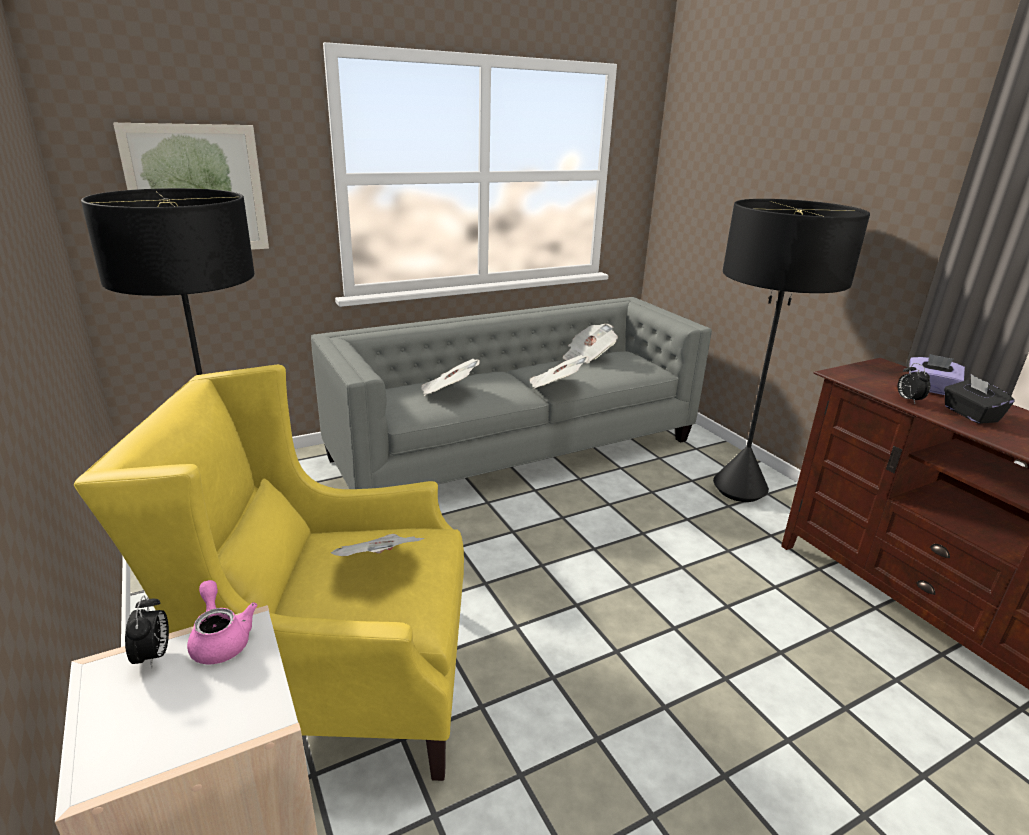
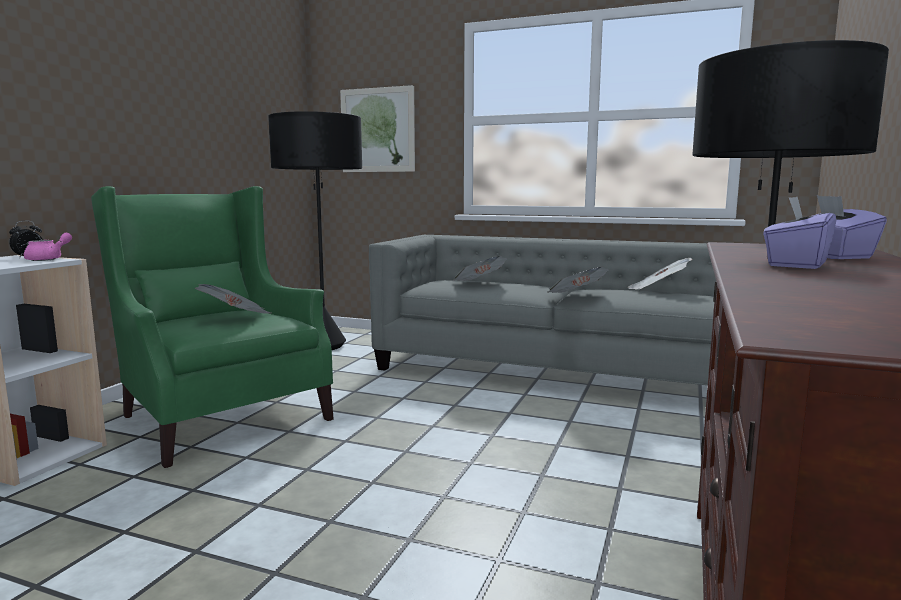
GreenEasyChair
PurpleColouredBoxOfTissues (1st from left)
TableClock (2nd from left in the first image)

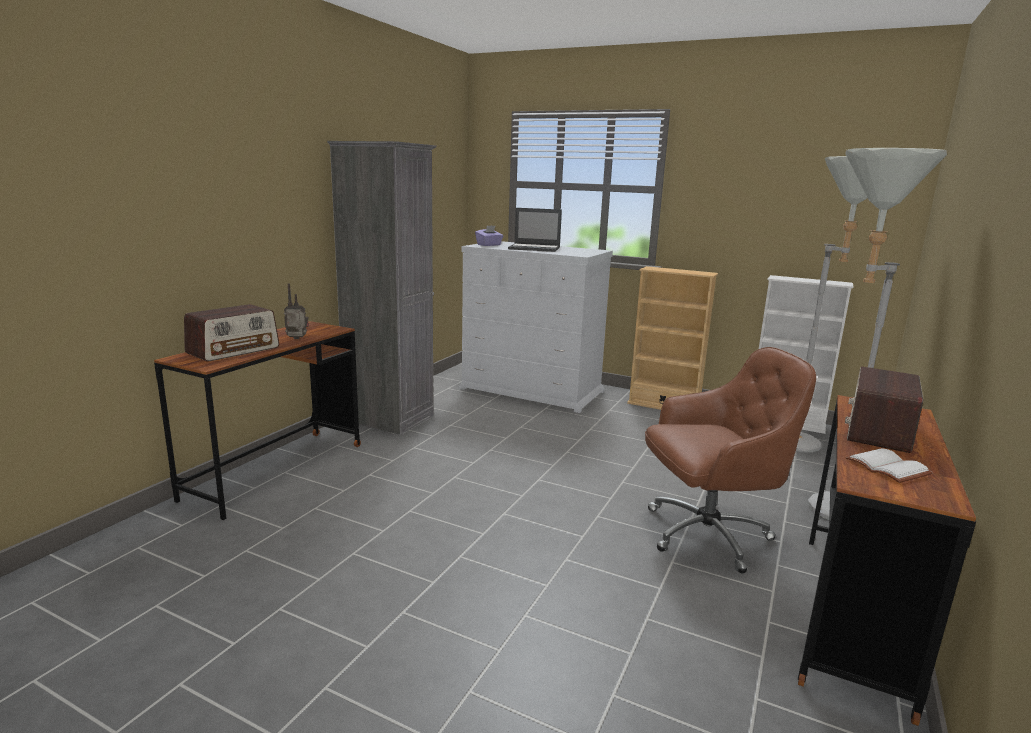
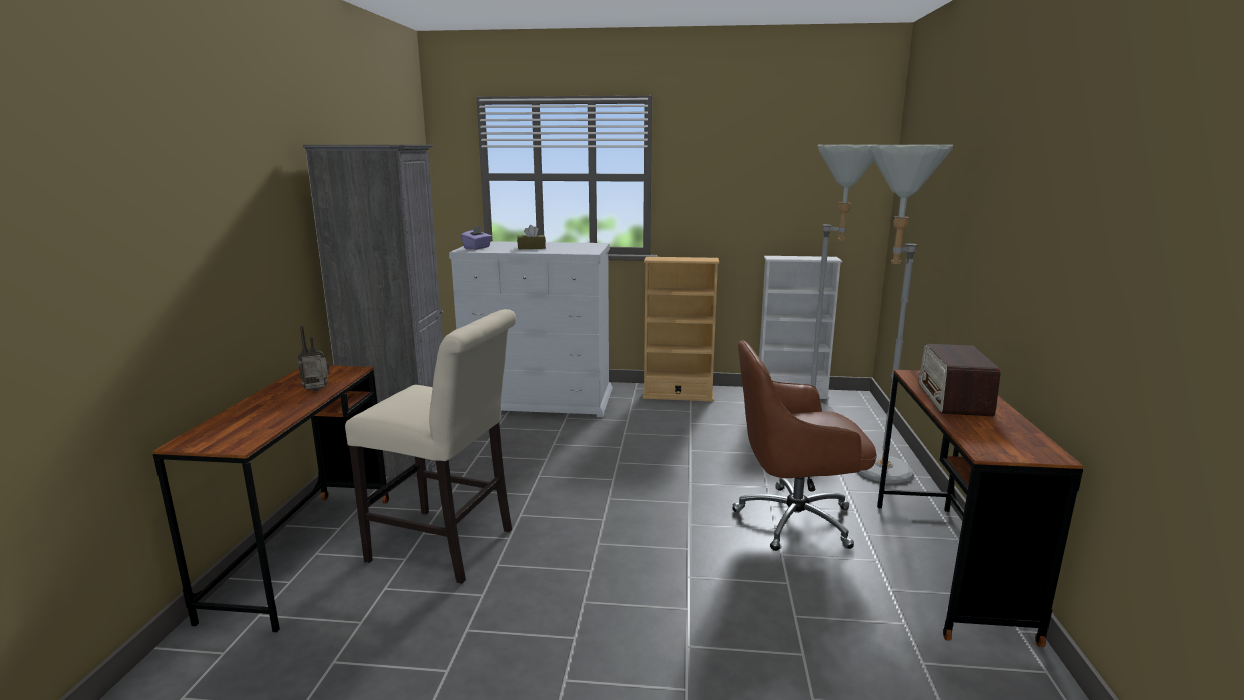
SandColouredStoolSeat
BrownBoxOfTissues
BrownComputerChair
RadioSet (1st from left in the first image)
WhitishBoundBook

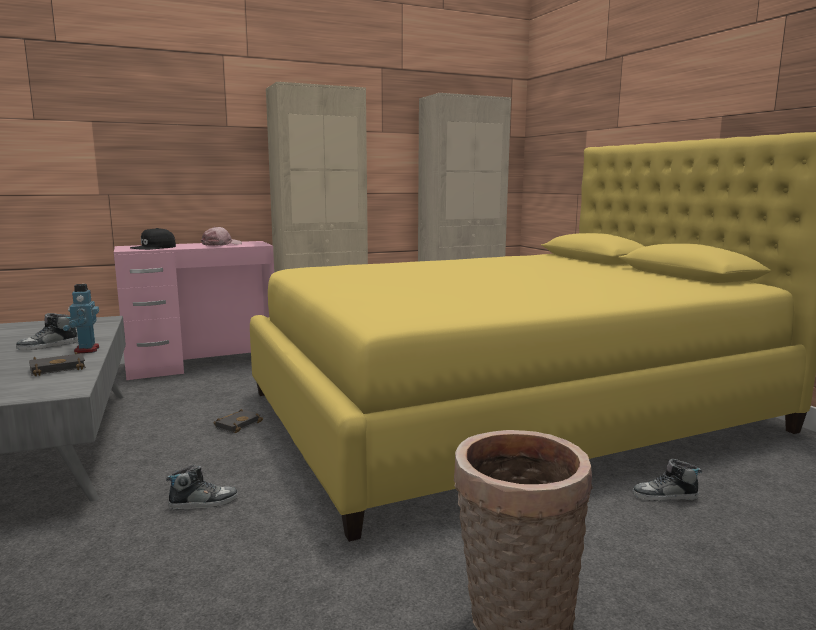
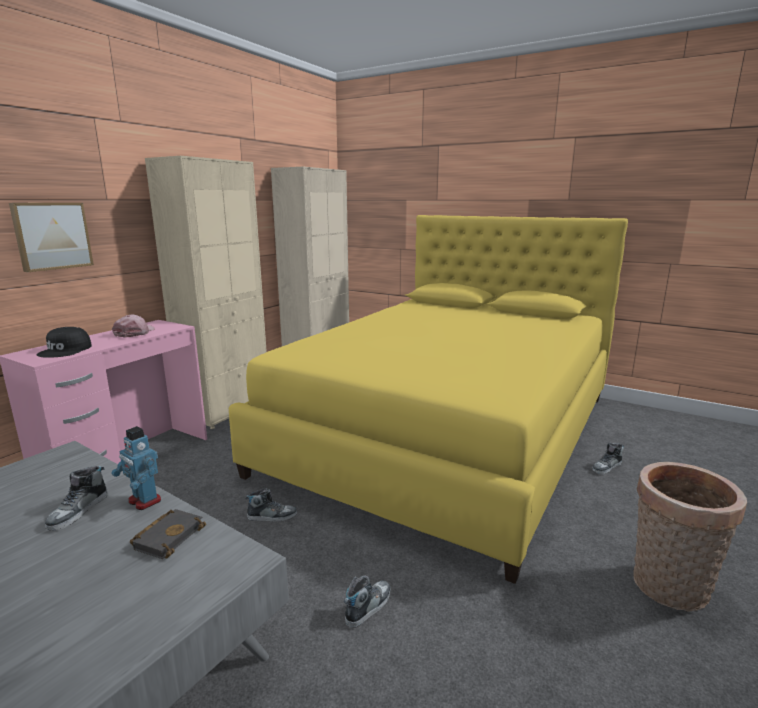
WallArt
LowShoe (2nd from left)

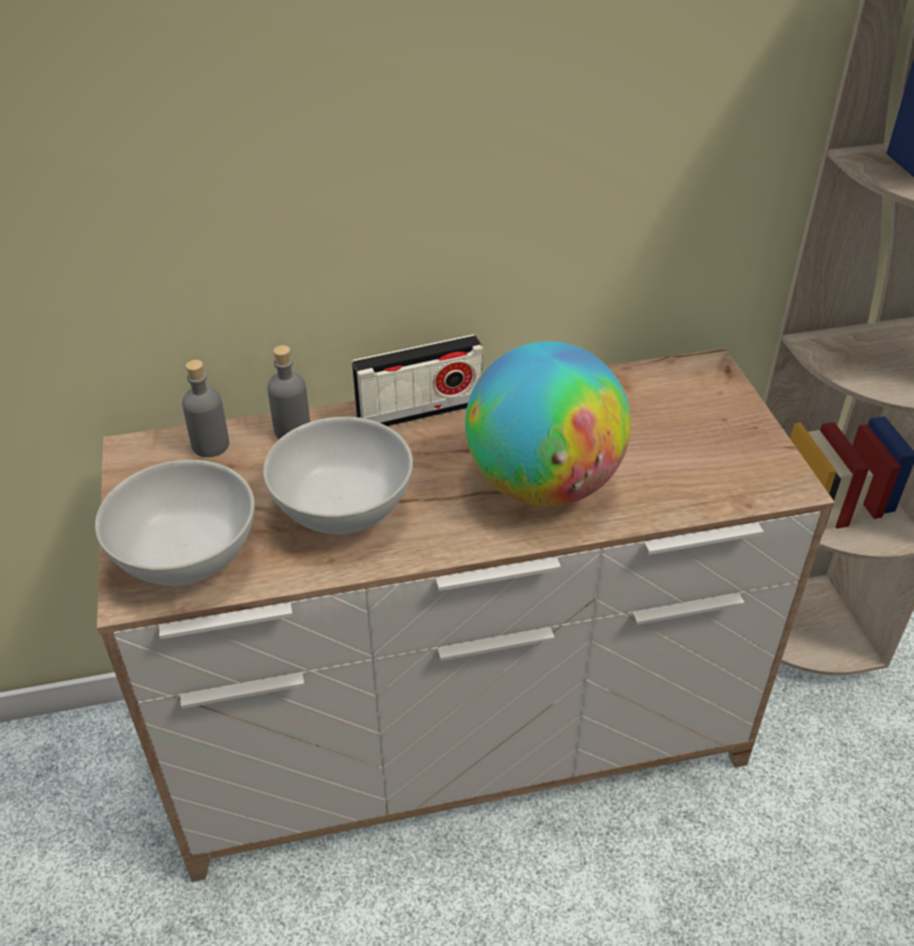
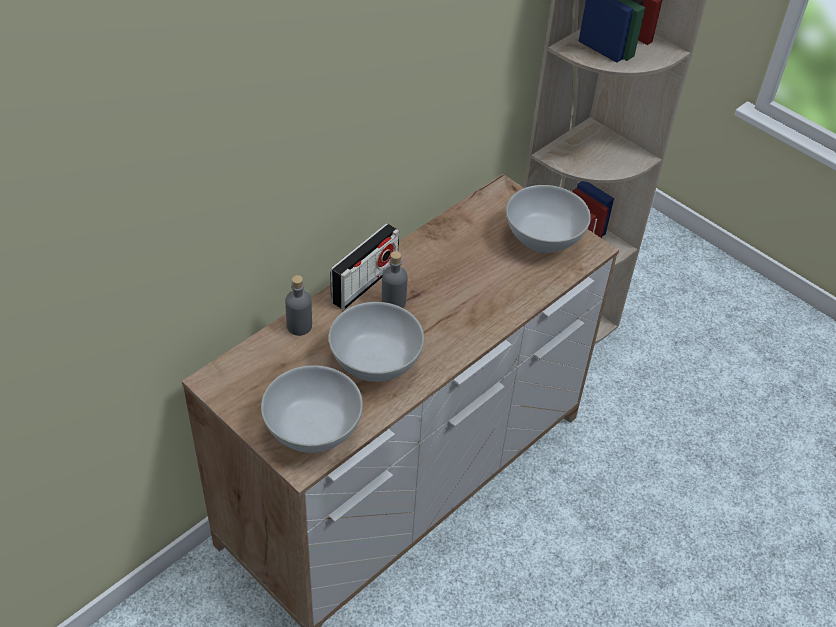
GreyBottle (2nd from left)
WhitishBowl (3rd from left)
Globe

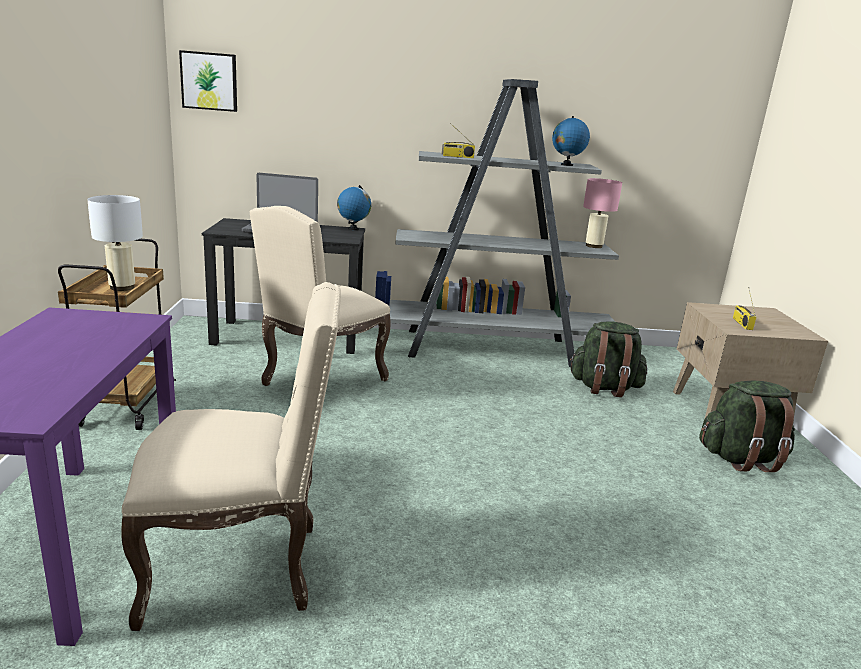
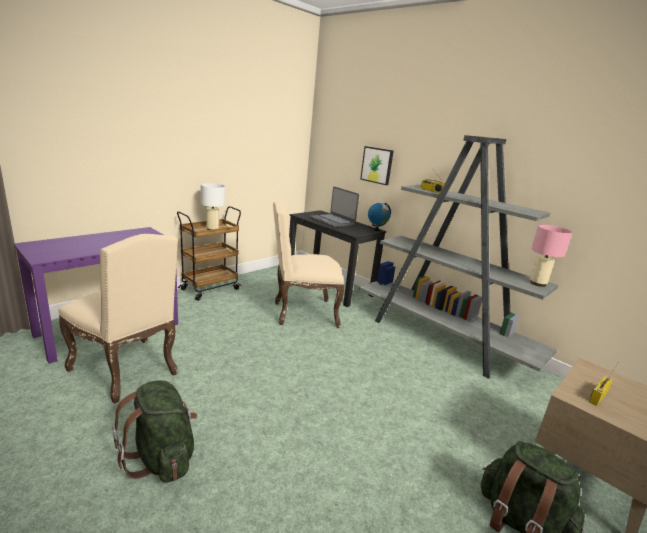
GreenRucksack (1st from left)
WallArt
Globe (2nd from left in the first image)

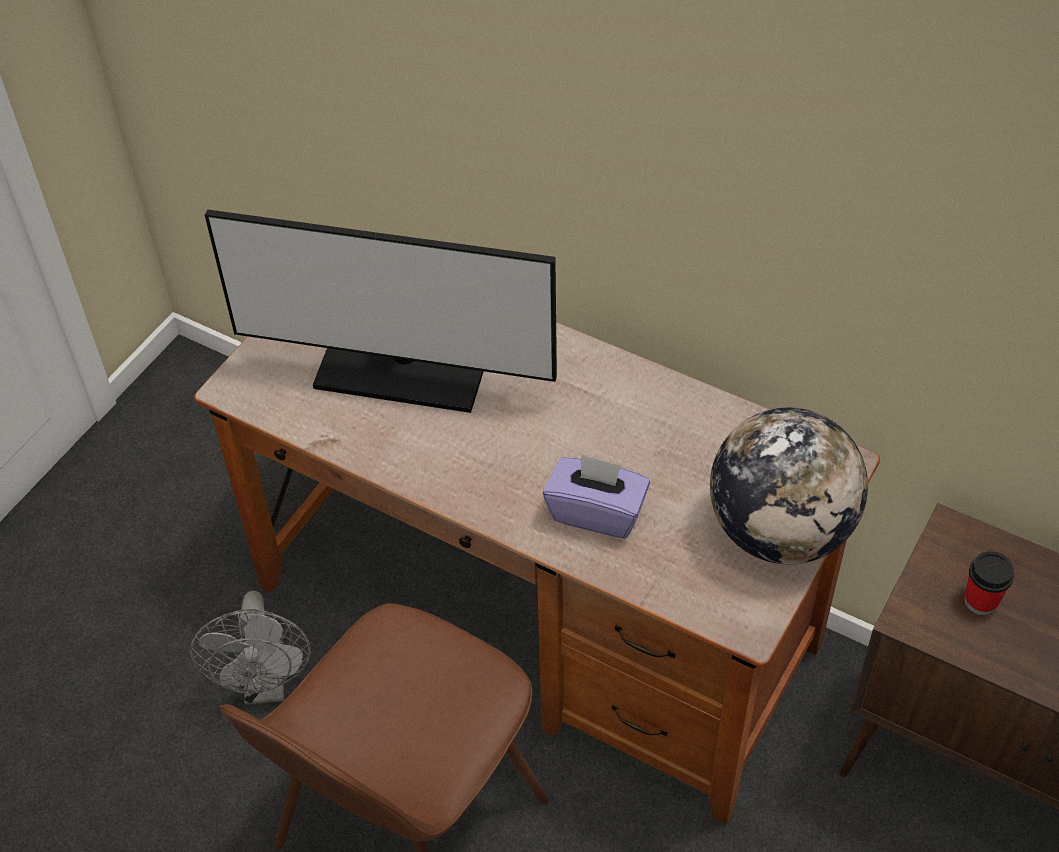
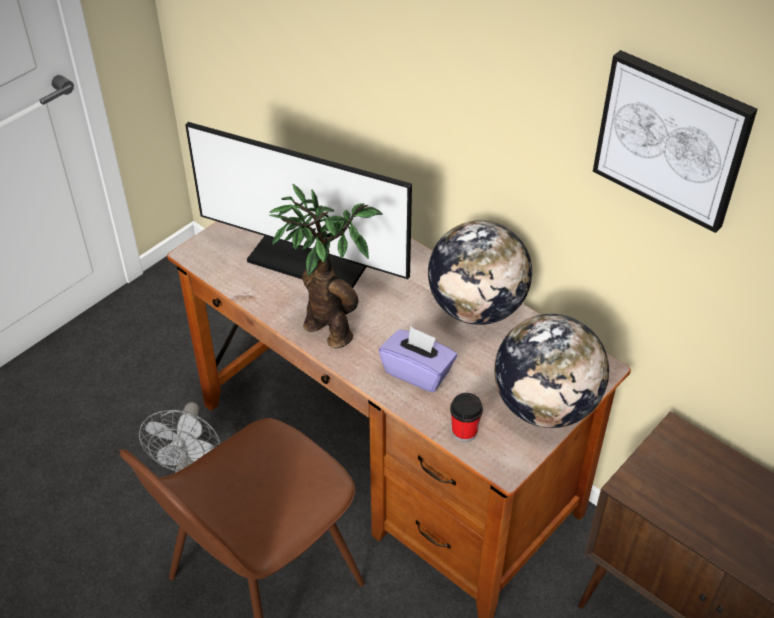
PlantInAPot
Globe (1st from left)
SmallCup
WallArt

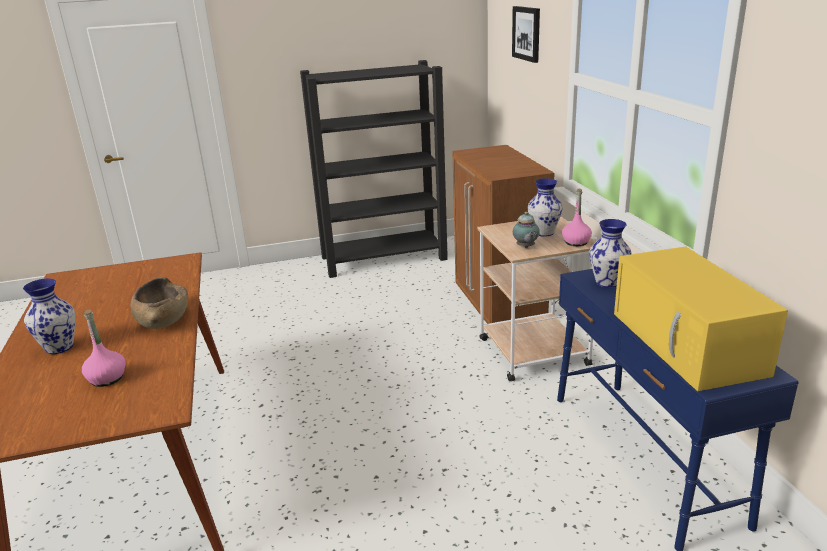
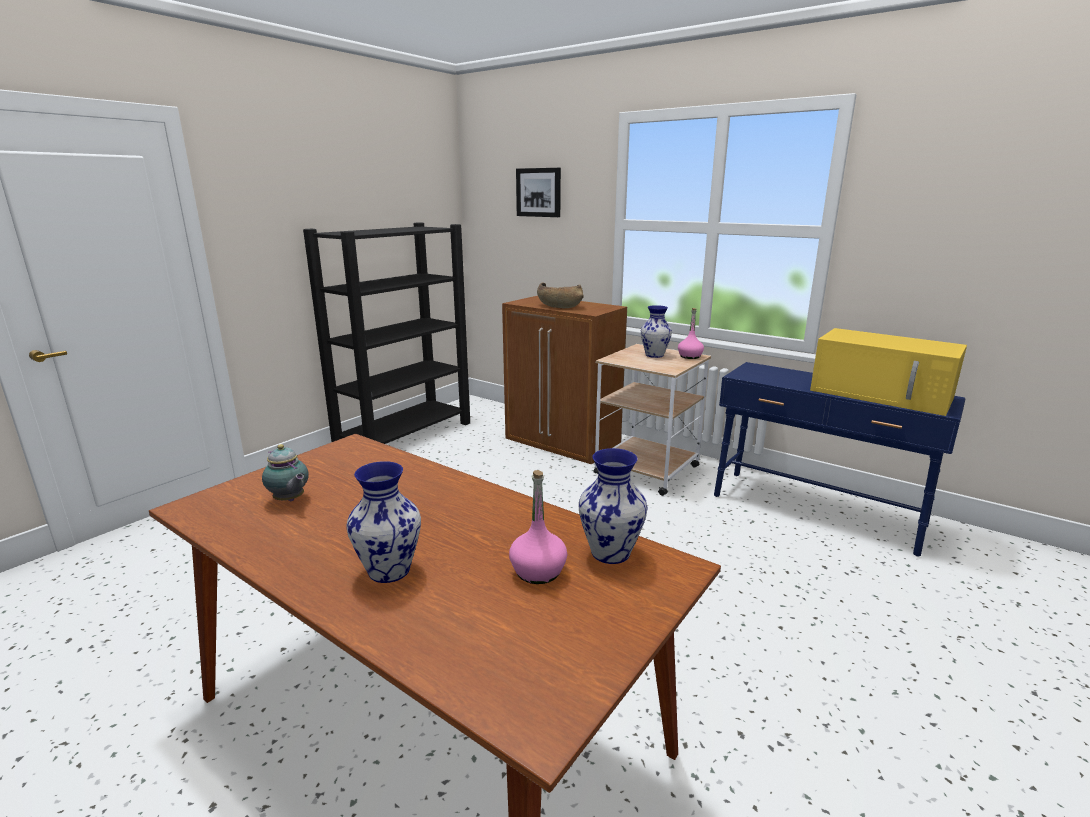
Teapot
BrownBowl
DecorativeVase (2nd from left)

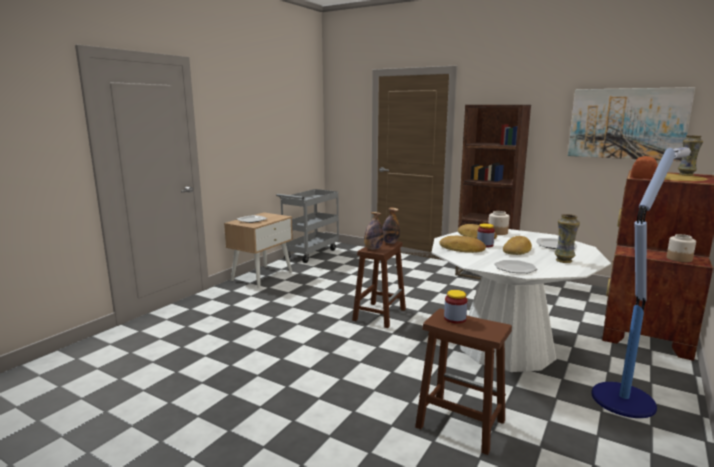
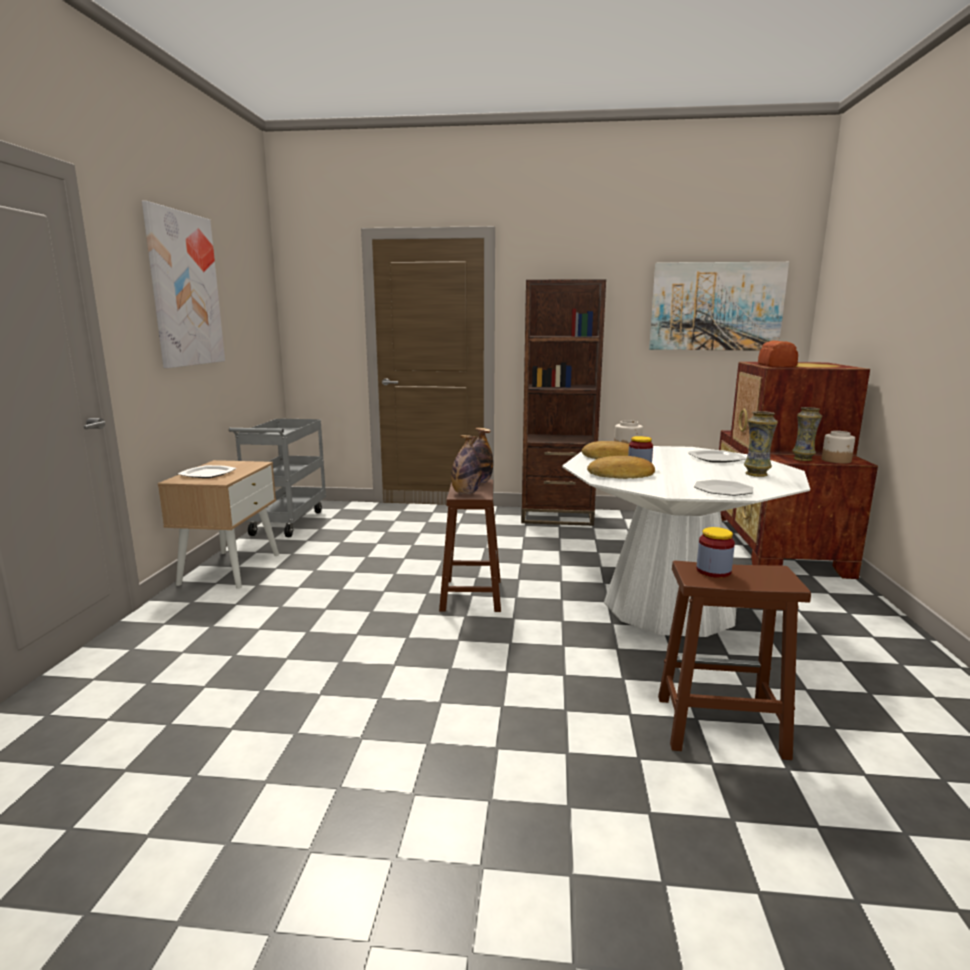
WallArt (1st from left)
DecorativeVase (2nd from left)
BakeryBread (3rd from left in the first image)
StandingLamp

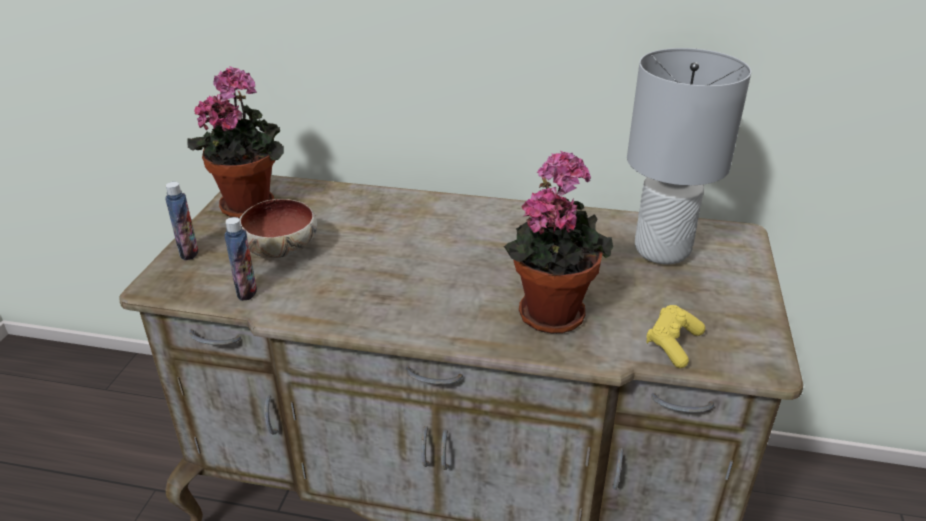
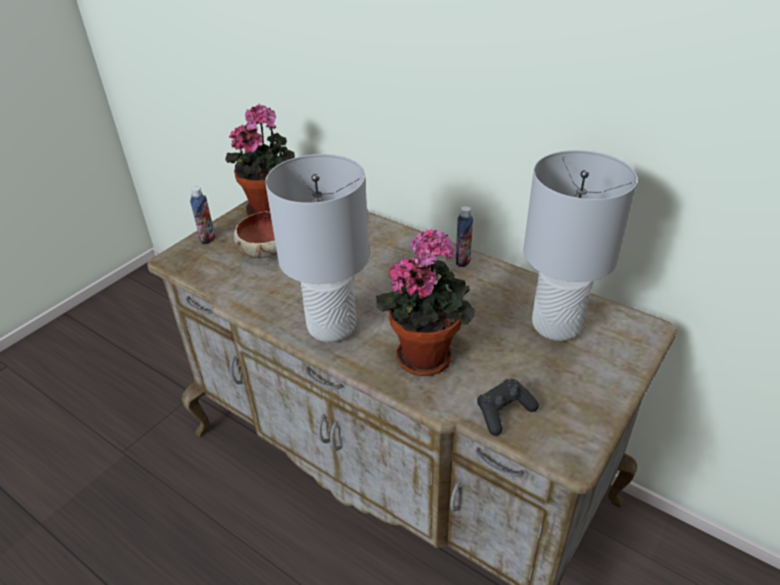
GreyLampForATable (1st from left)
Bottle (2nd from left)
BlackColouredGamepad

